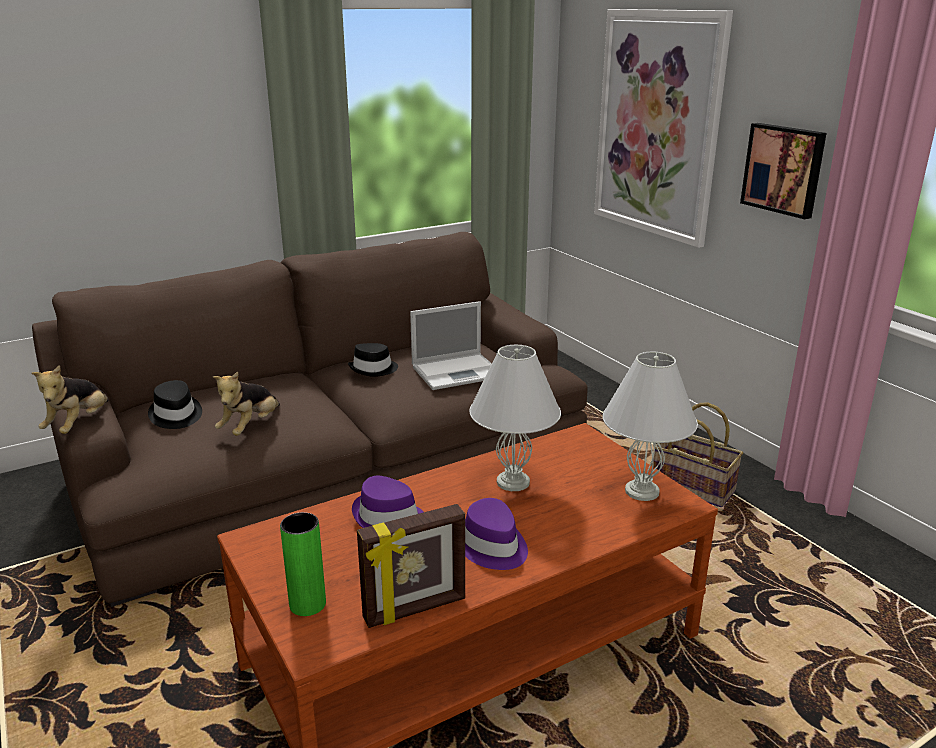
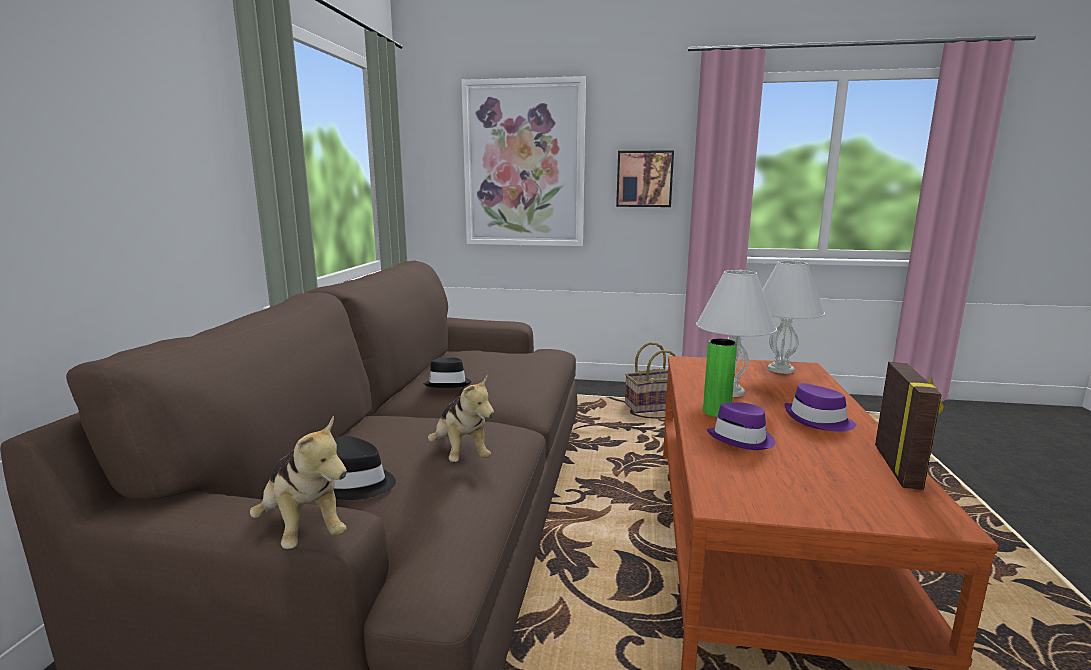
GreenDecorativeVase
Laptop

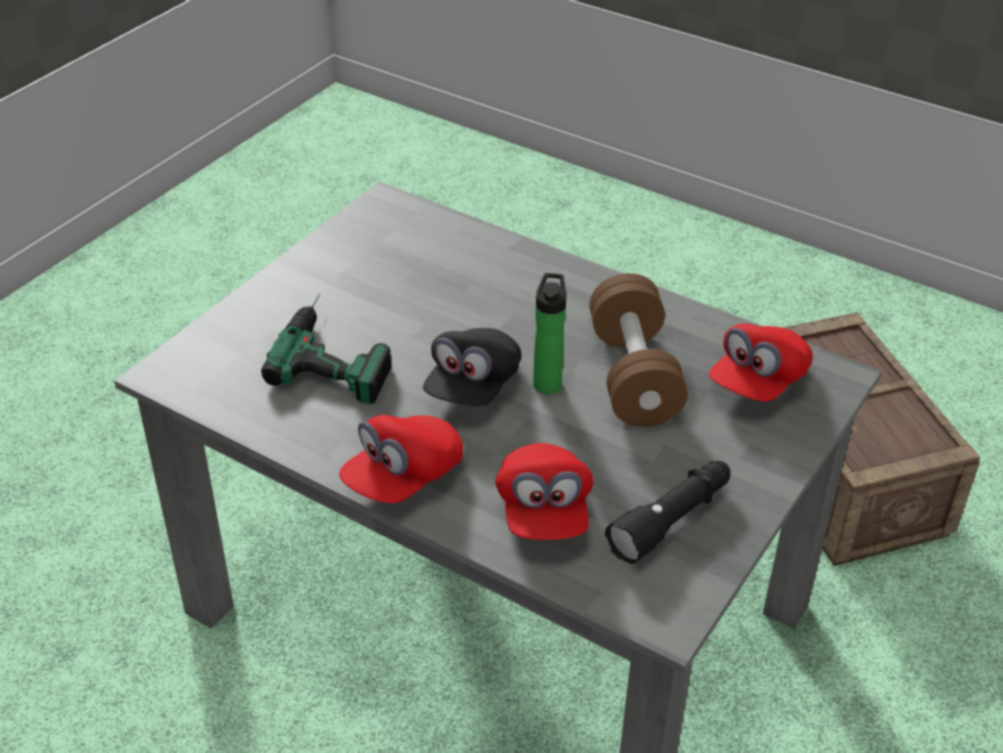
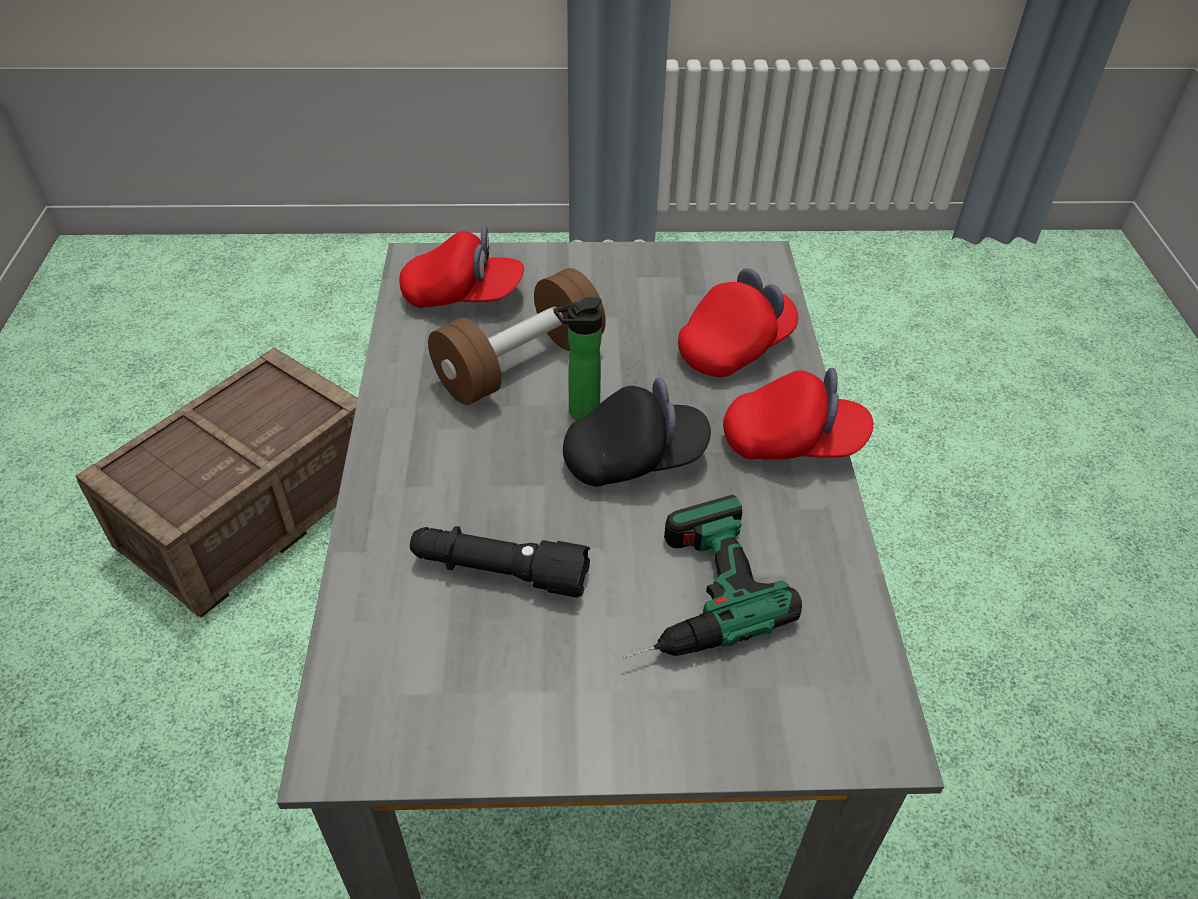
BlackColouredTorch

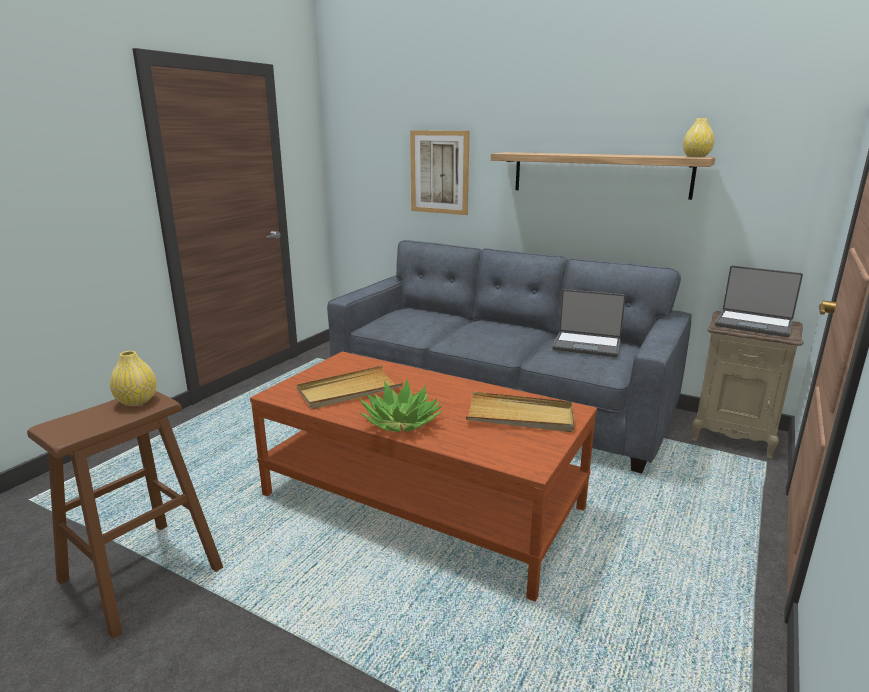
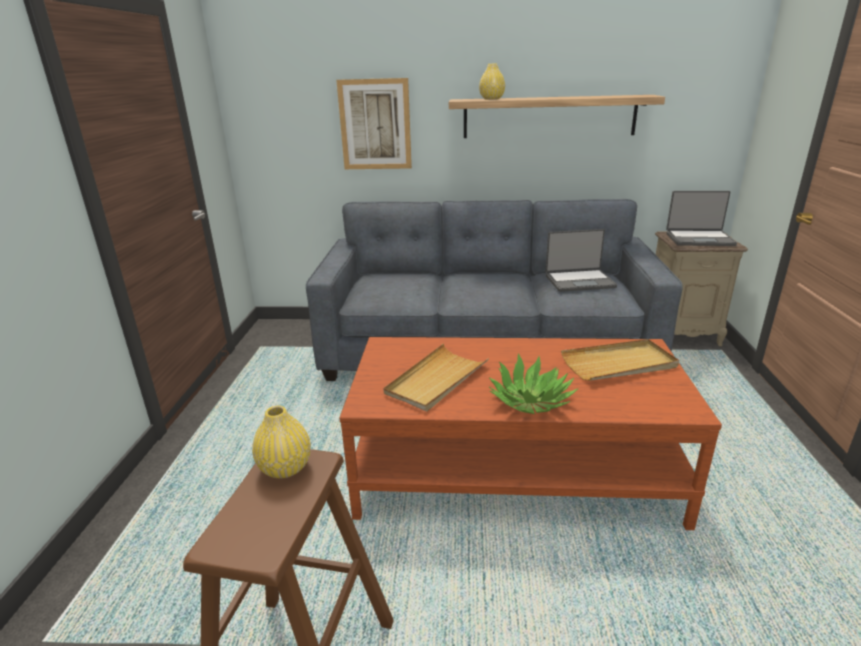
YellowColouredDecorativeVase (2nd from left)

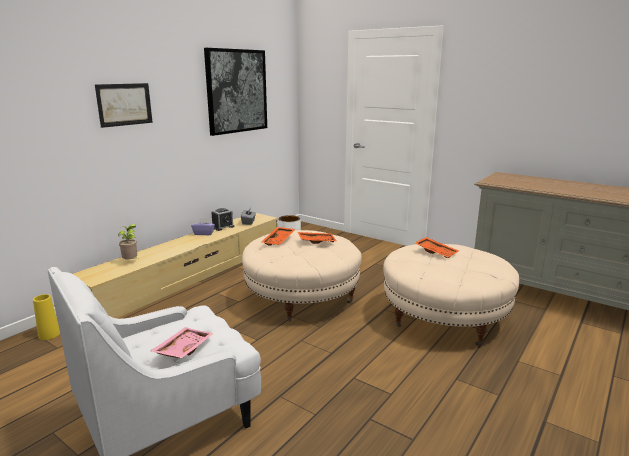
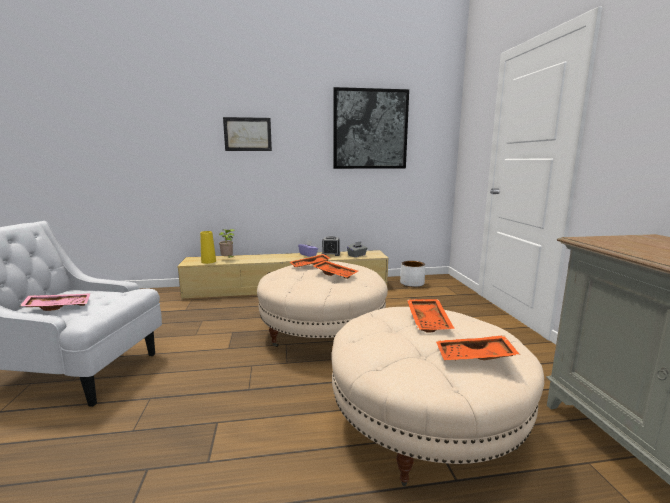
YellowColouredDecorativeVase
OrangeColouredServingTray (4th from left)

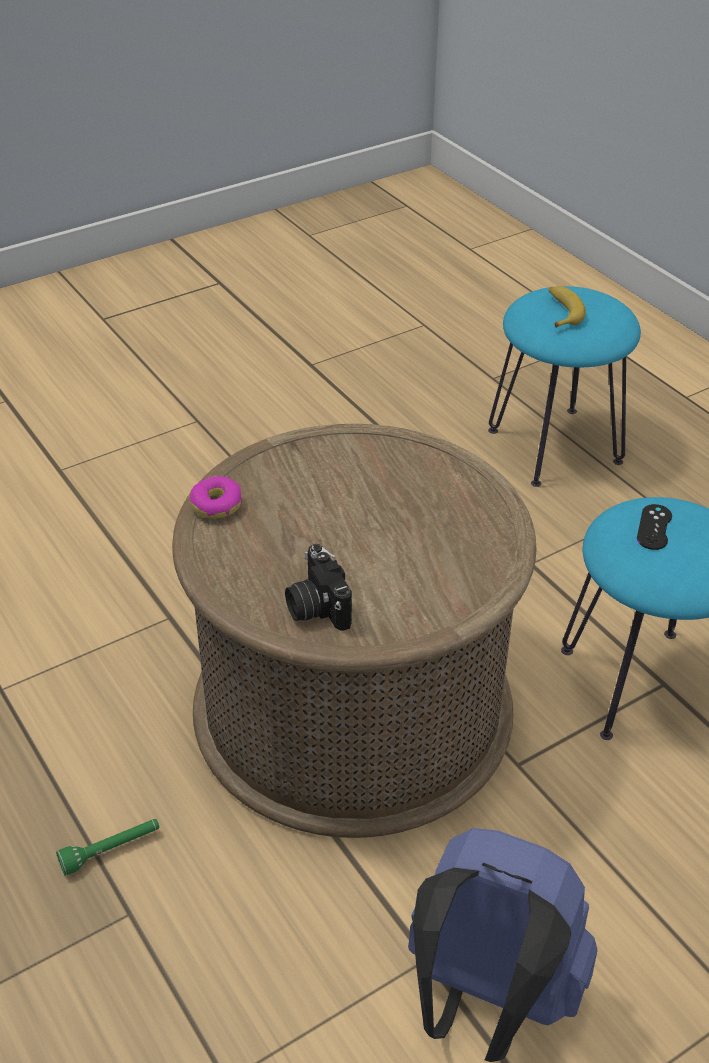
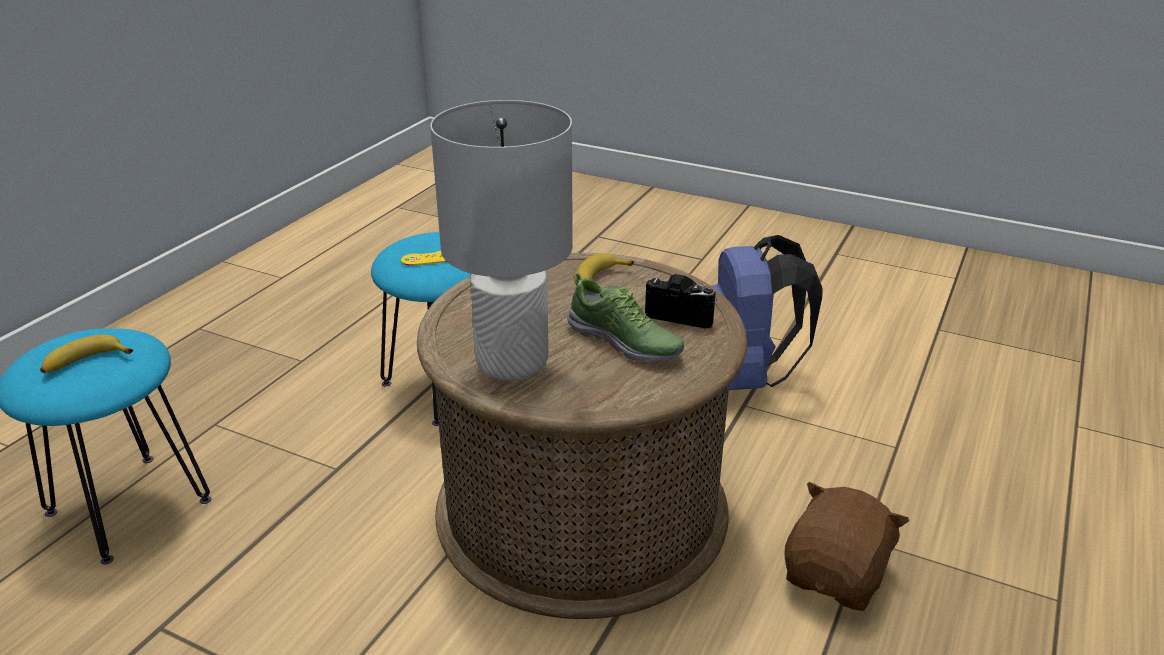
YellowColouredGamepad
GreyLampForATable
LowShoe
Banana (2nd from left)
StillCamera
BrownSoftToy
RingDoughnut

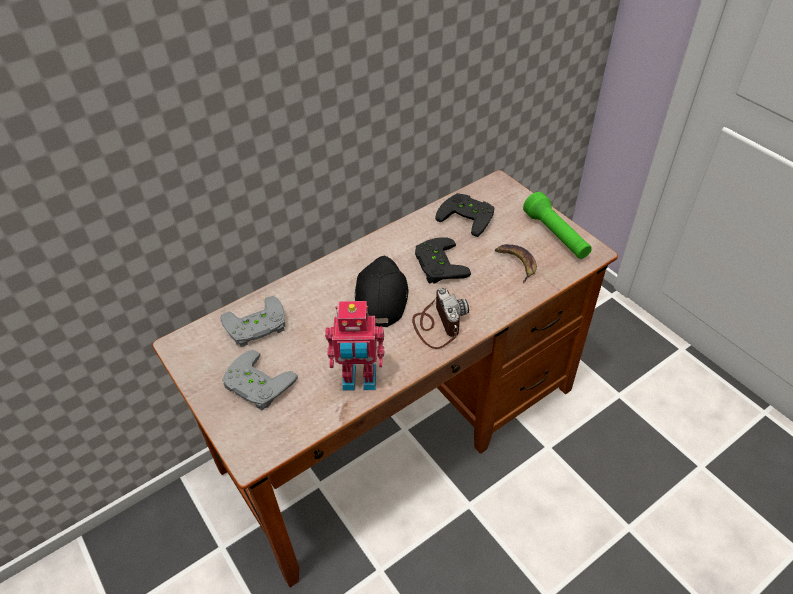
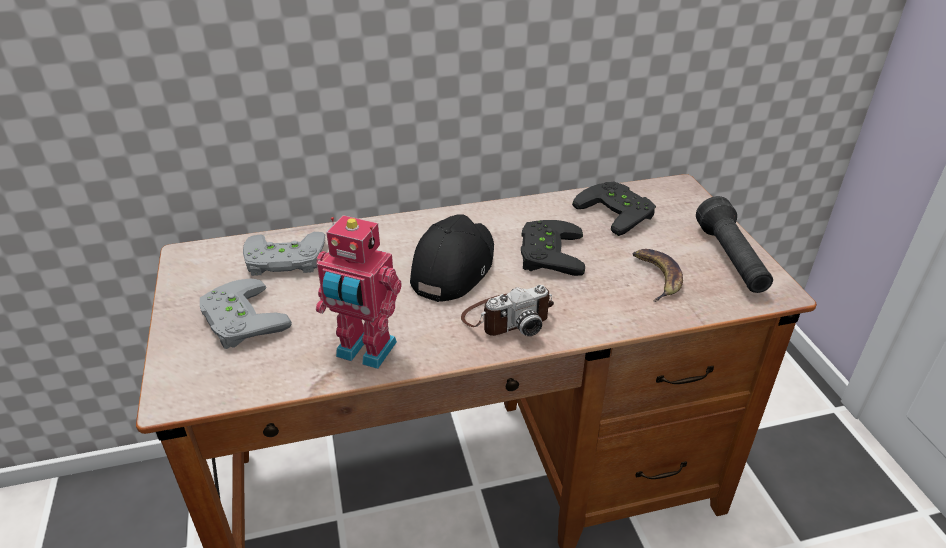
StillCamera
BlackColouredTorch

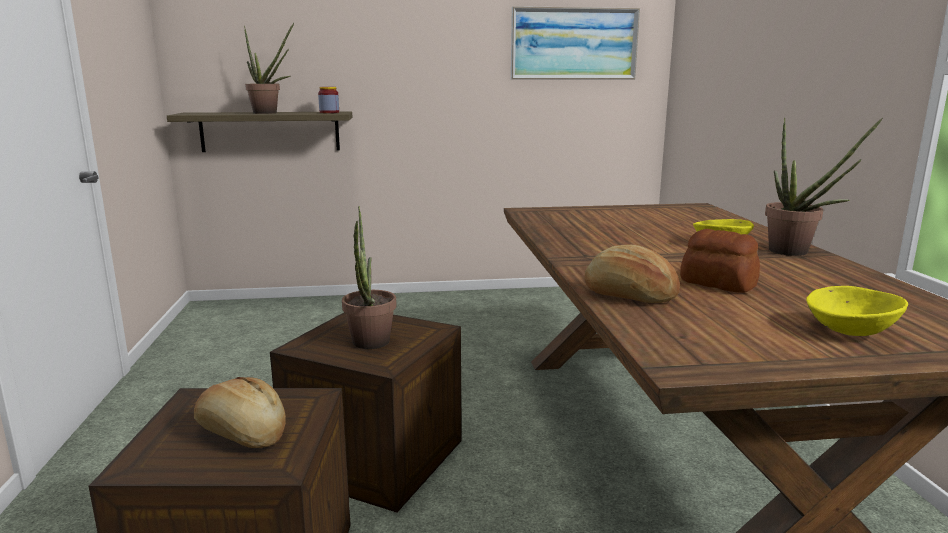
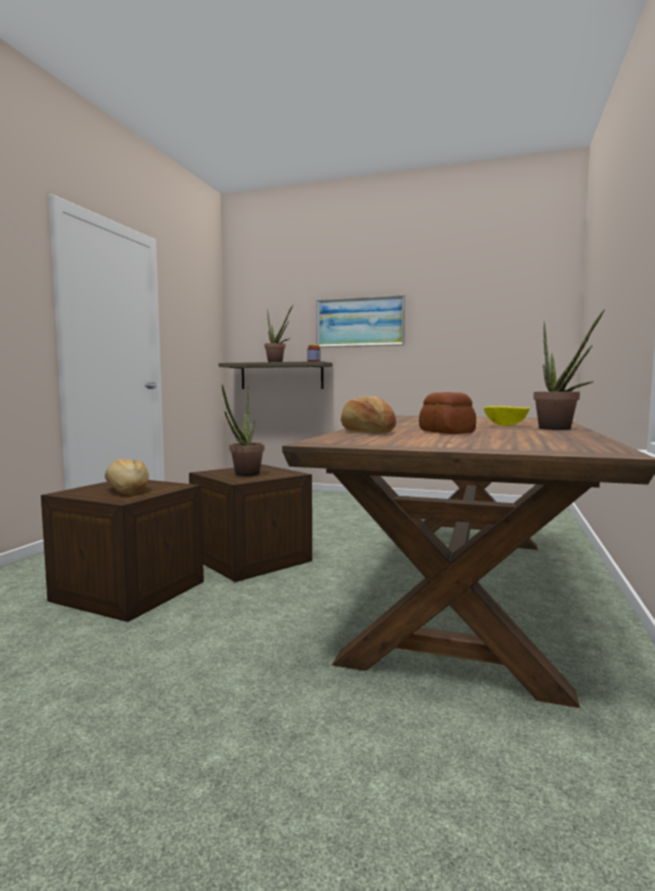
WallArt
YellowColouredBowl (2nd from left in the first image)

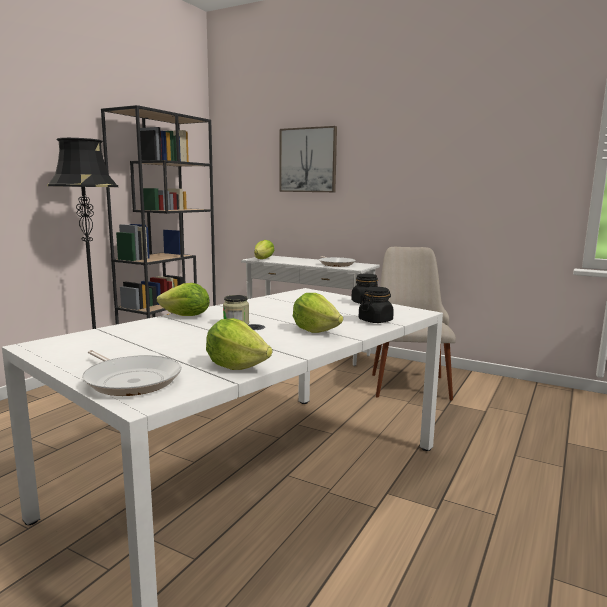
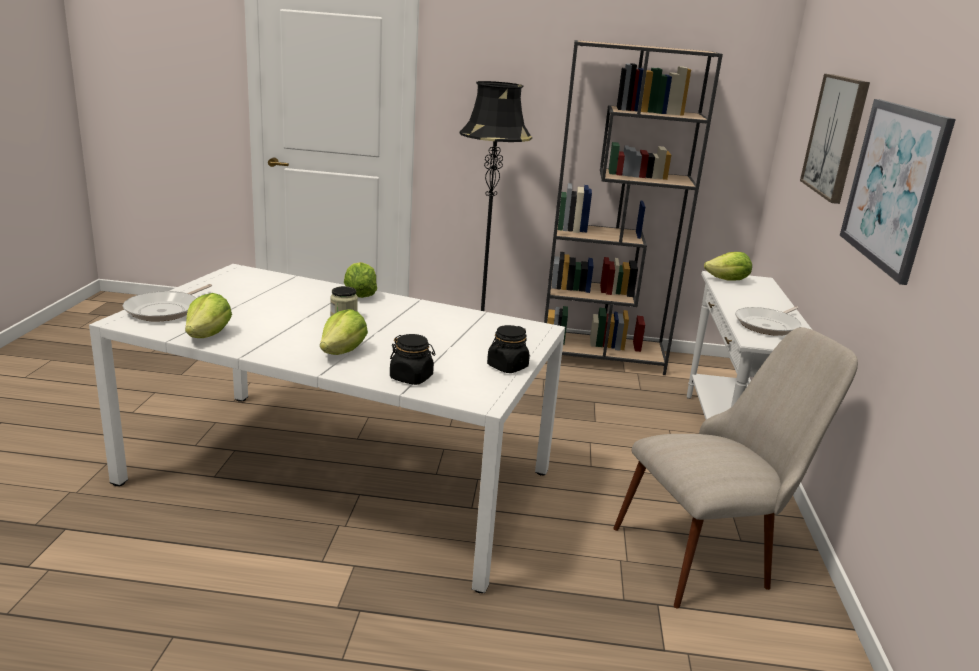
WallArt (2nd from left)

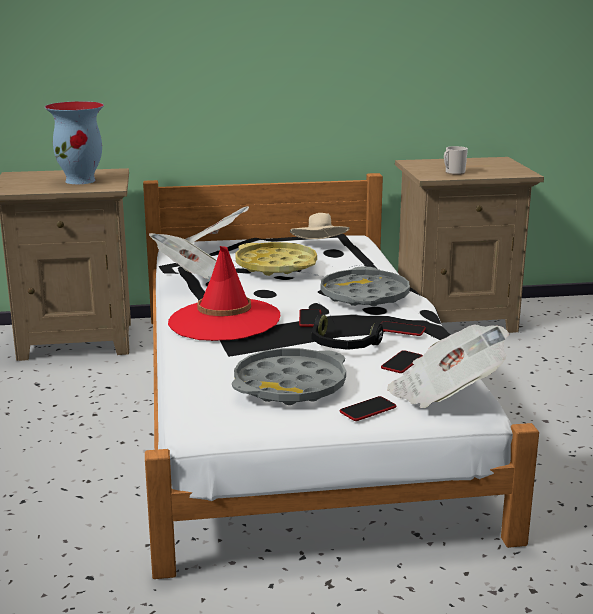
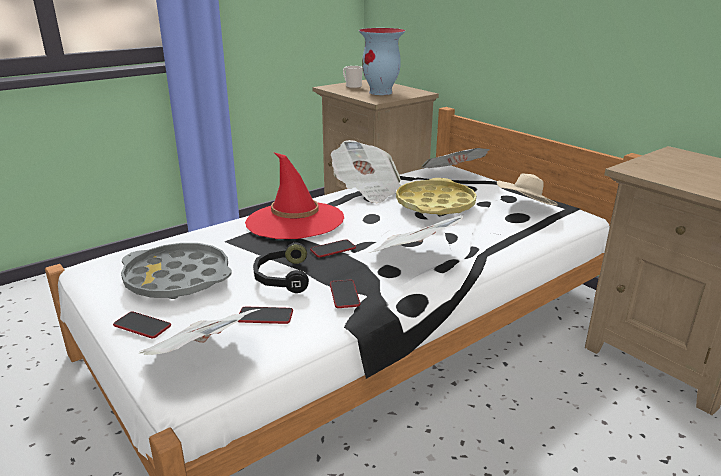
Mug
PrintedPaper (3rd from left)

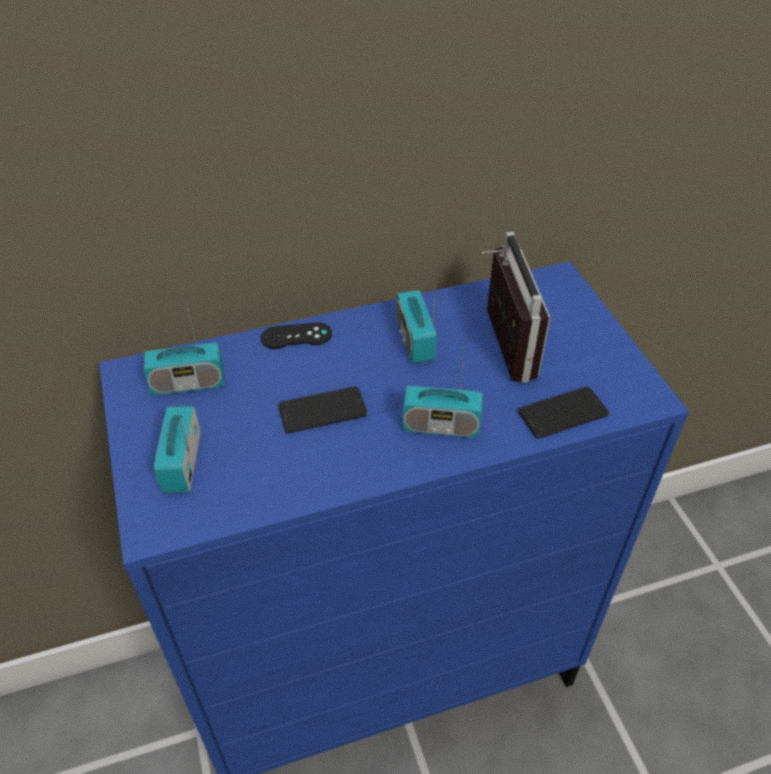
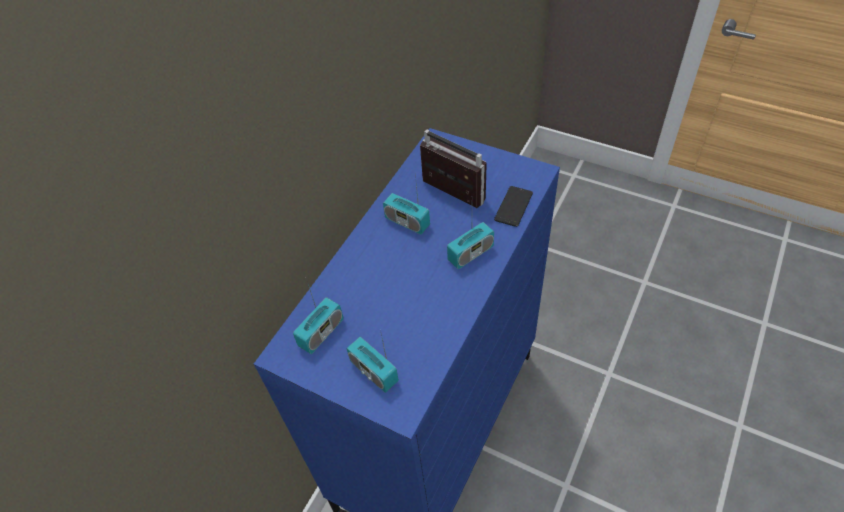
BlackColouredGamepad
Telephone (1st from left in the first image)

